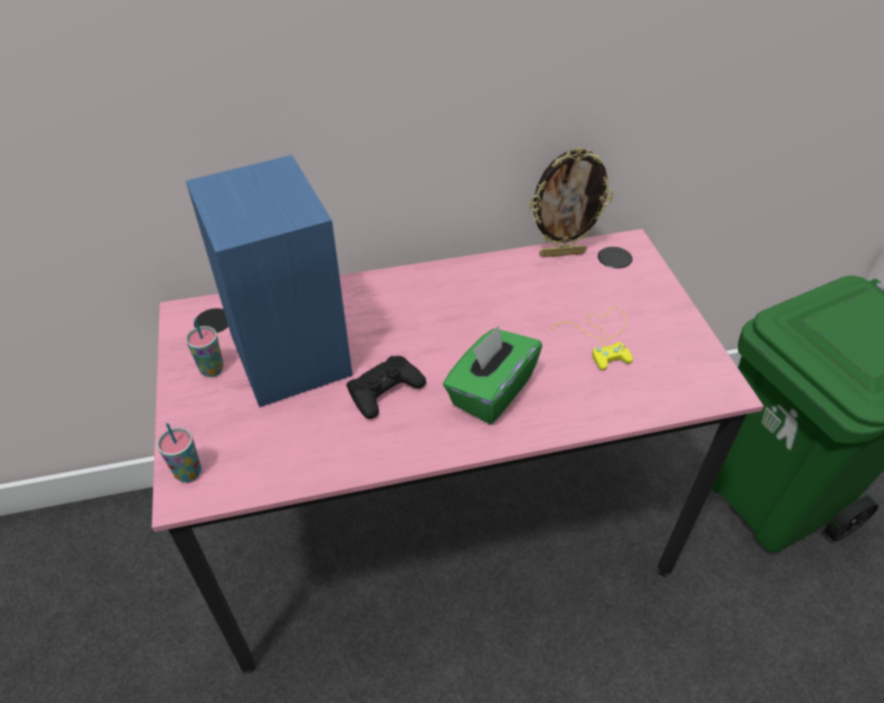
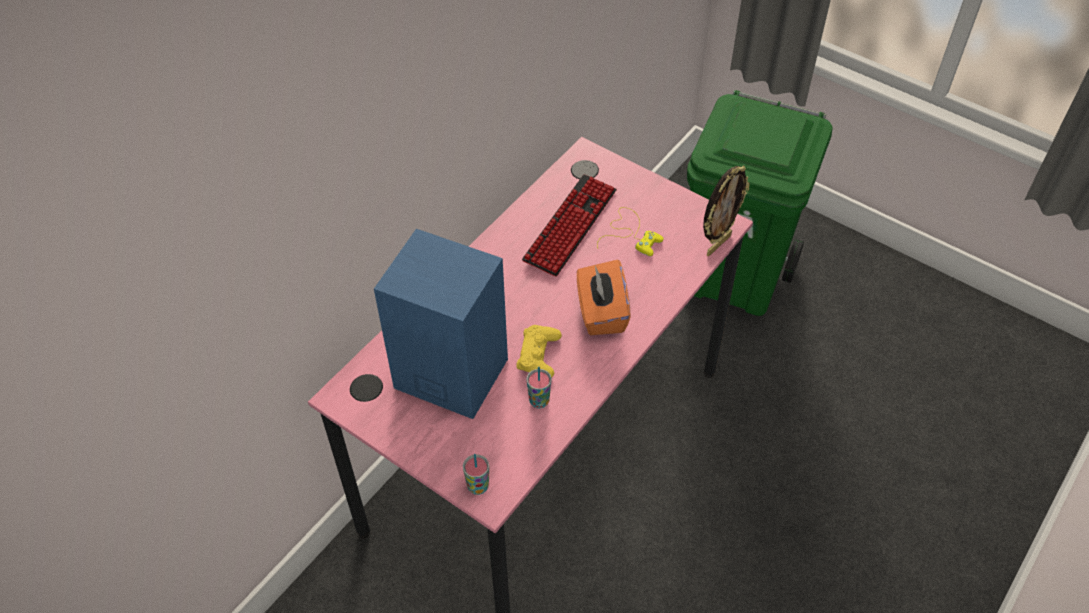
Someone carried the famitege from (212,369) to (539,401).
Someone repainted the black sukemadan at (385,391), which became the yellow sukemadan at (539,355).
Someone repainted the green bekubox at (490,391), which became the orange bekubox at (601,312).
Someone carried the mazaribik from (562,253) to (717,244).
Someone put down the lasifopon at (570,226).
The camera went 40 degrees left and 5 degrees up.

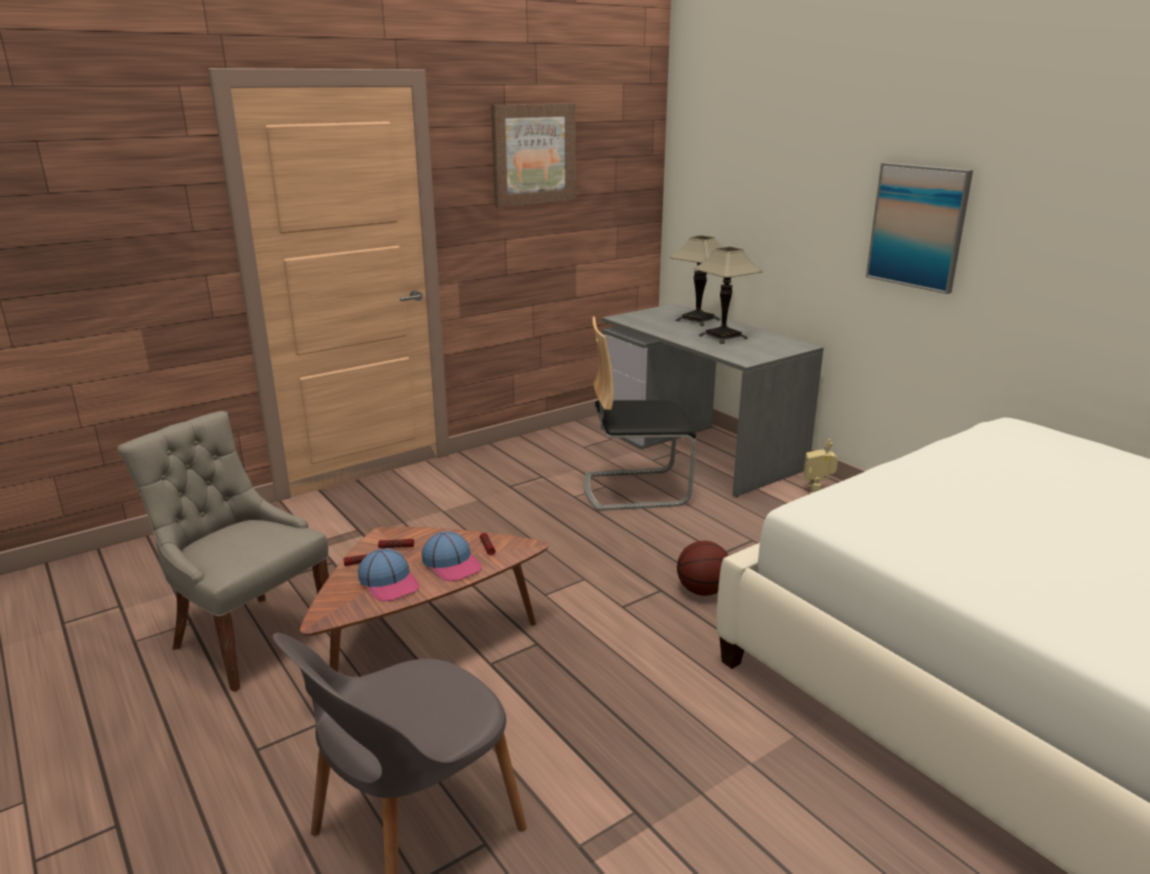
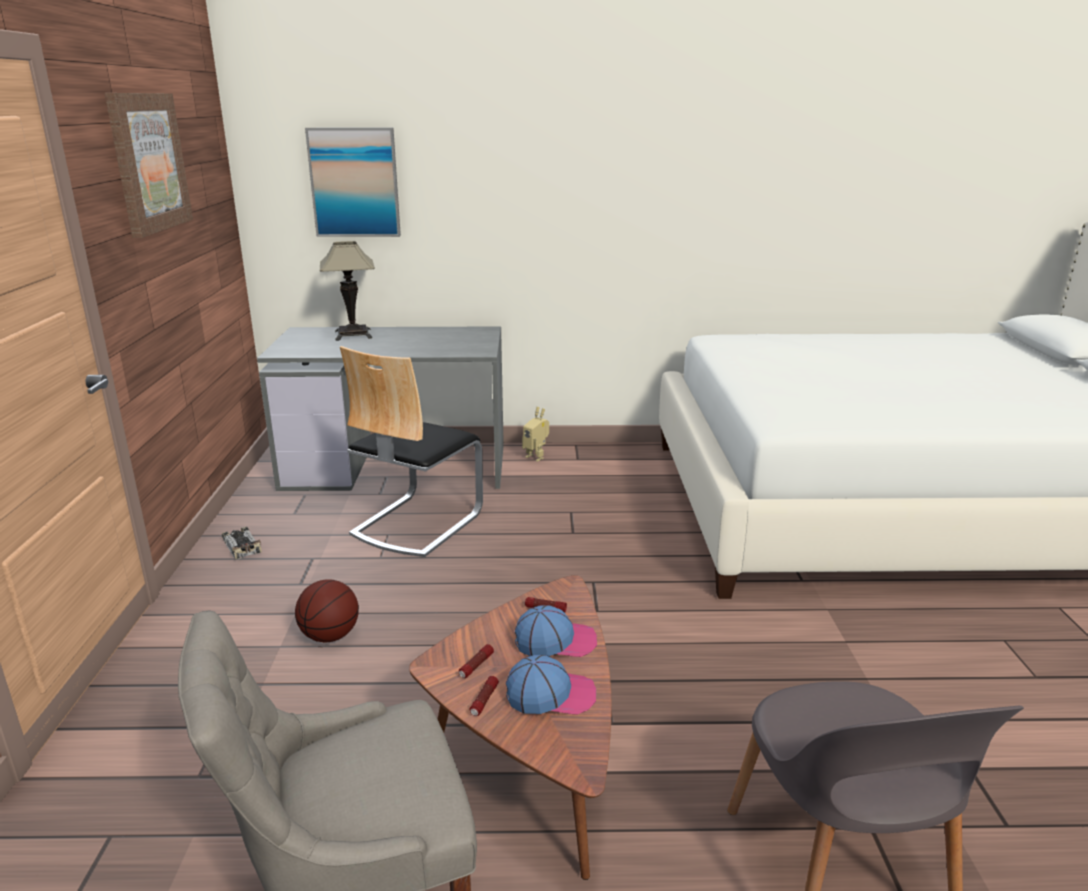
Someone carried the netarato from (702,591) to (330,636).
Someone took away the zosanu at (723,337).
Someone carried the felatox from (918,226) to (354,182).
Someone put down the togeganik at (241,546).
The camera went 55 degrees left and 0 degrees up.

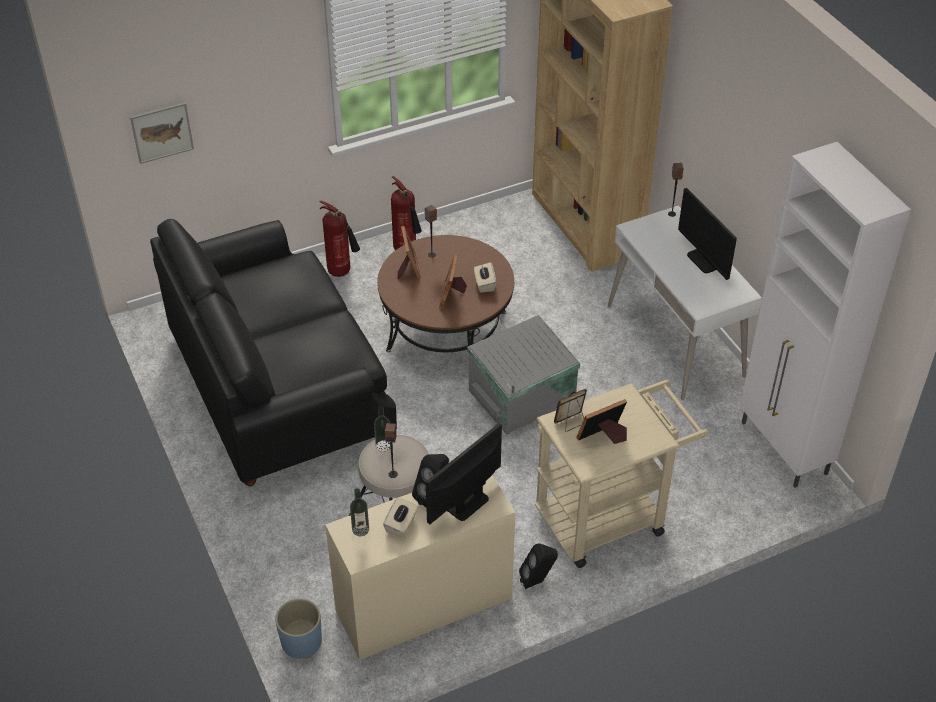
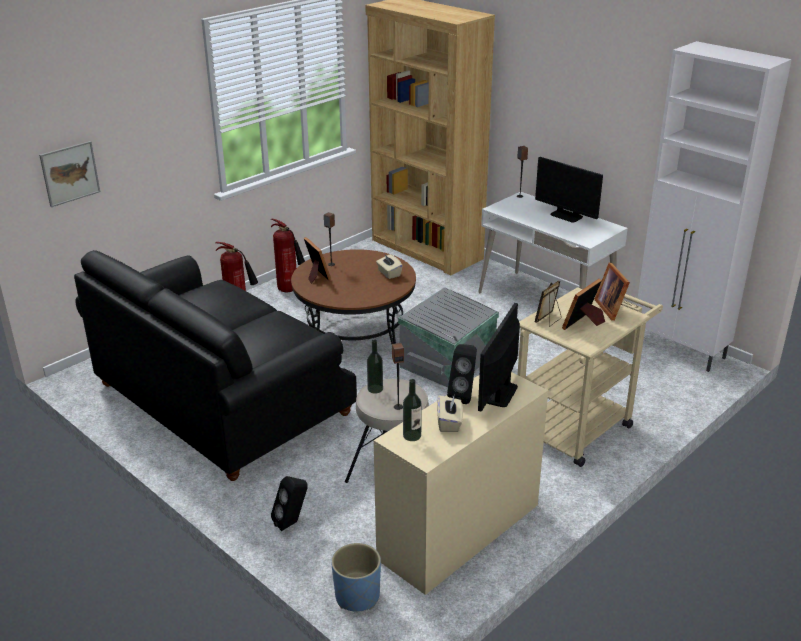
Someone carried the mazaribik from (452,295) to (611,308).
Someone carried the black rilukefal from (537,581) to (292,522).
The camera went 20 degrees left and 15 degrees down.

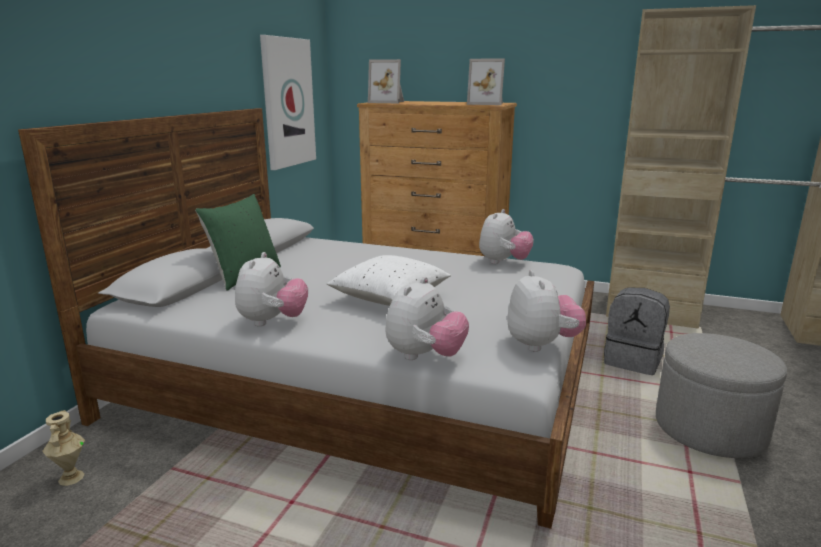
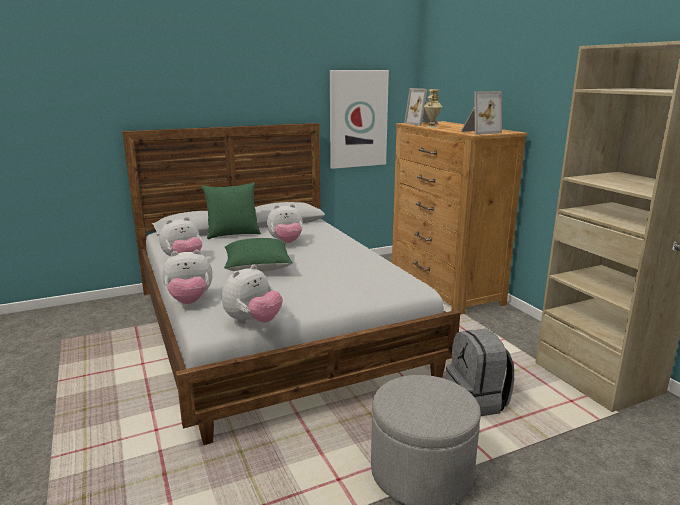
Someone carried the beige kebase from (70,477) to (431,127).
Someone repainted the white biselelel at (390,298), which became the green biselelel at (257,268).
Someone rotated the mazaribik at (487,104) by 90 degrees counterclockwise.
Someone carried the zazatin from (503,262) to (286,243).
The camera went 45 degrees right and 0 degrees up.

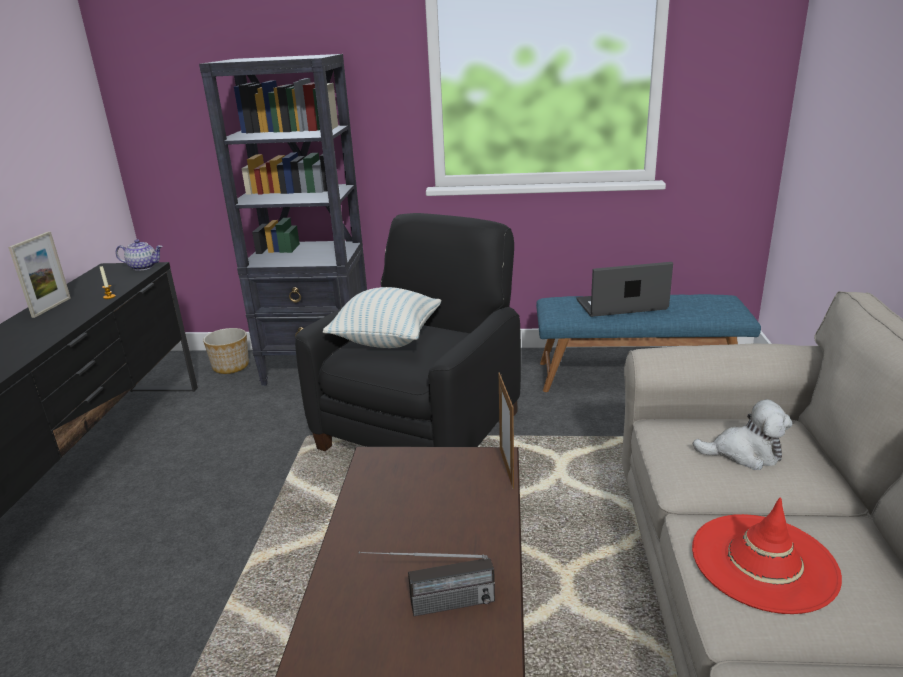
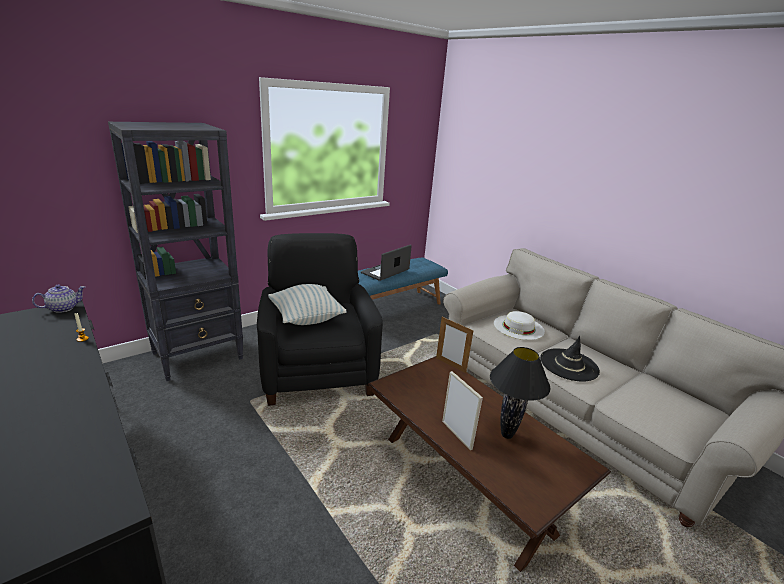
Someone carried the mazaribik from (51,307) to (456,435).
Someone took away the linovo at (231,366).
Someone swapped the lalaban at (430,607) for the black zosanu at (506,434).
Someone repainted the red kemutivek at (763,562), which became the black kemutivek at (569,365).
Someone swapped the zazatin at (744,454) for the white kemutivek at (518,327).
The camera went 45 degrees left and 0 degrees up.

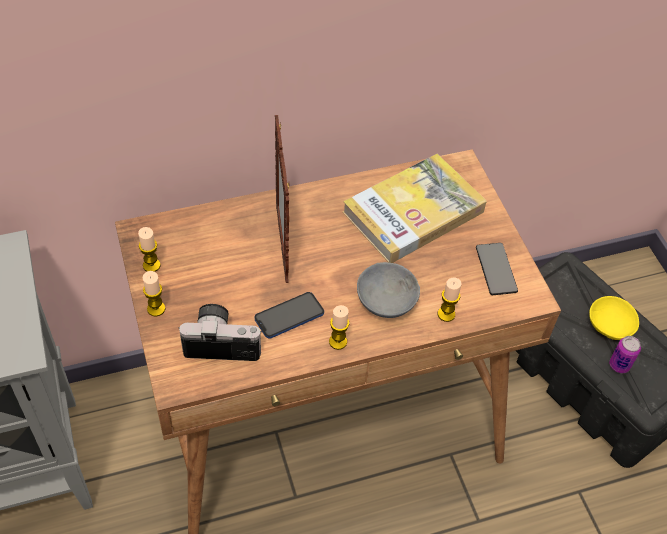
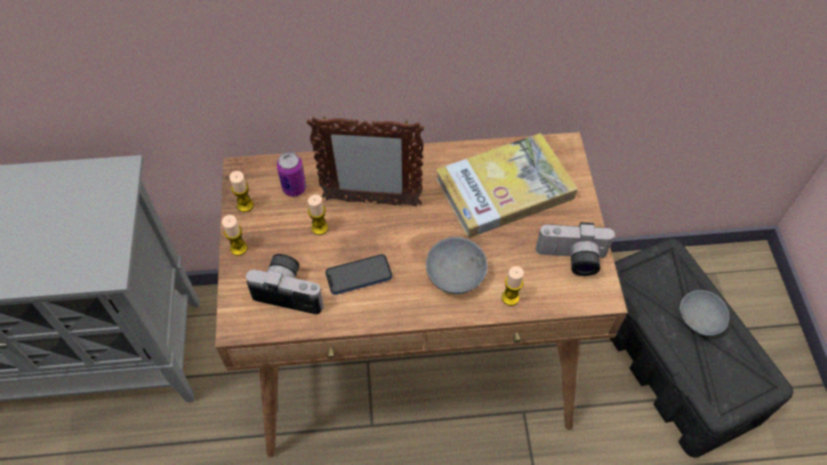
Someone rotated the mazaribik at (282,243) by 90 degrees counterclockwise.
Someone carried the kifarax from (338,341) to (319,228).
Someone swapped the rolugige at (496,269) for the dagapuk at (571,260).
Someone repainted the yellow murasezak at (611,326), which became the grey murasezak at (701,319).
Someone carried the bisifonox from (619,365) to (294,188).
The camera went 15 degrees right and 5 degrees up.

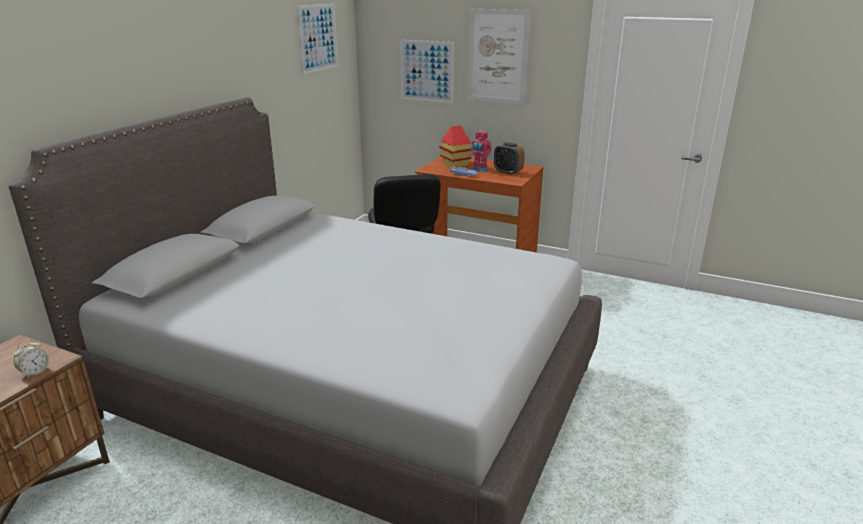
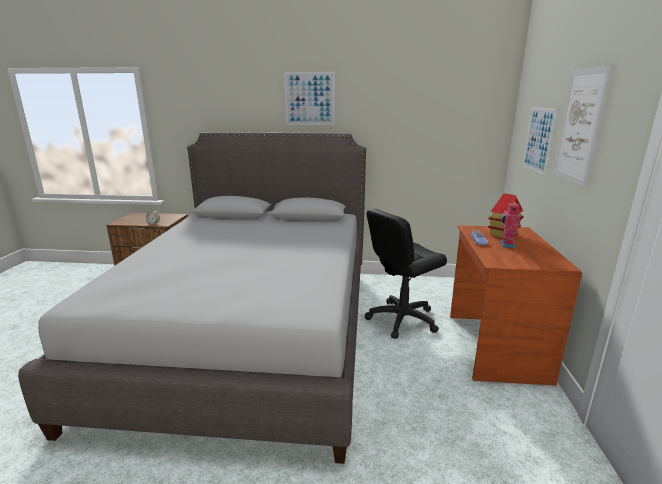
Someone carried the felatox from (318,37) to (309,98).
Someone took away the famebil at (508,172).
The camera went 70 degrees right and 5 degrees down.

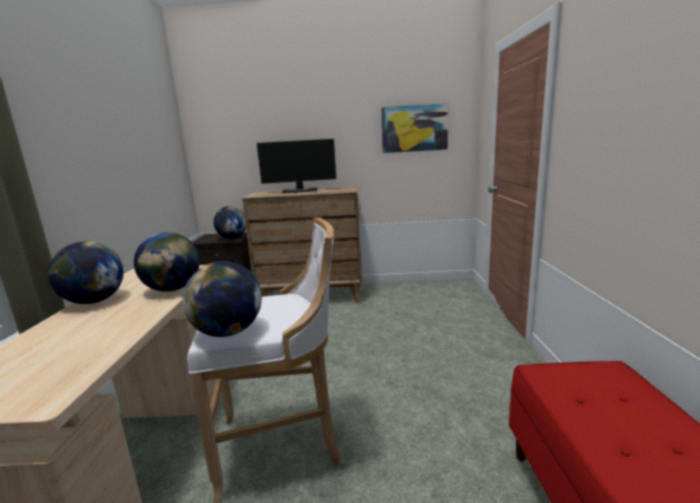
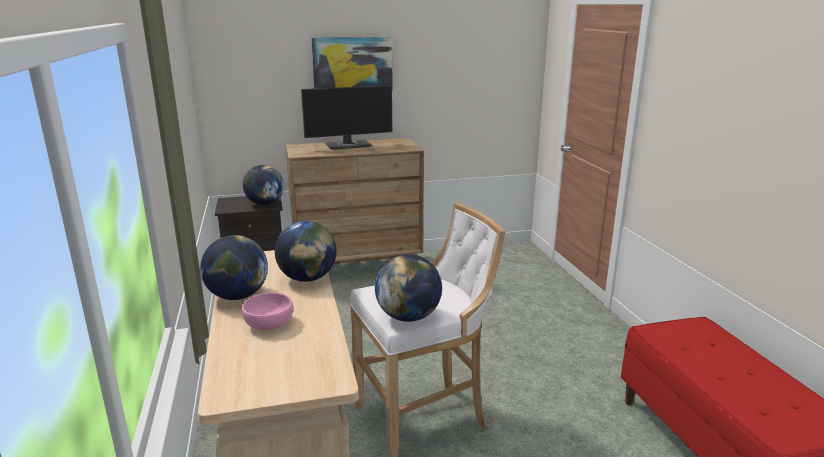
Someone carried the felatox from (414,128) to (352,64).
Someone put down the pink murasezak at (268,324).
The camera went 15 degrees left and 5 degrees up.

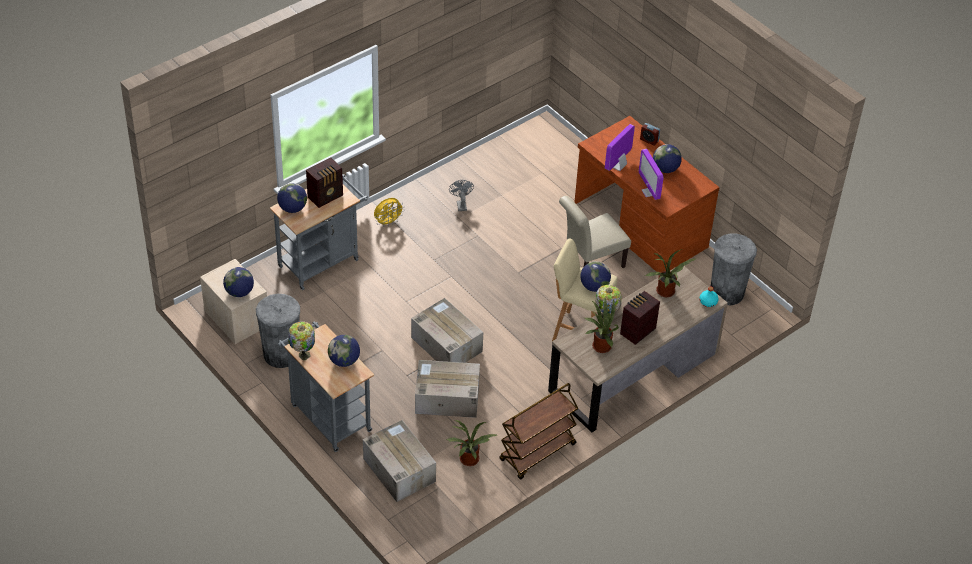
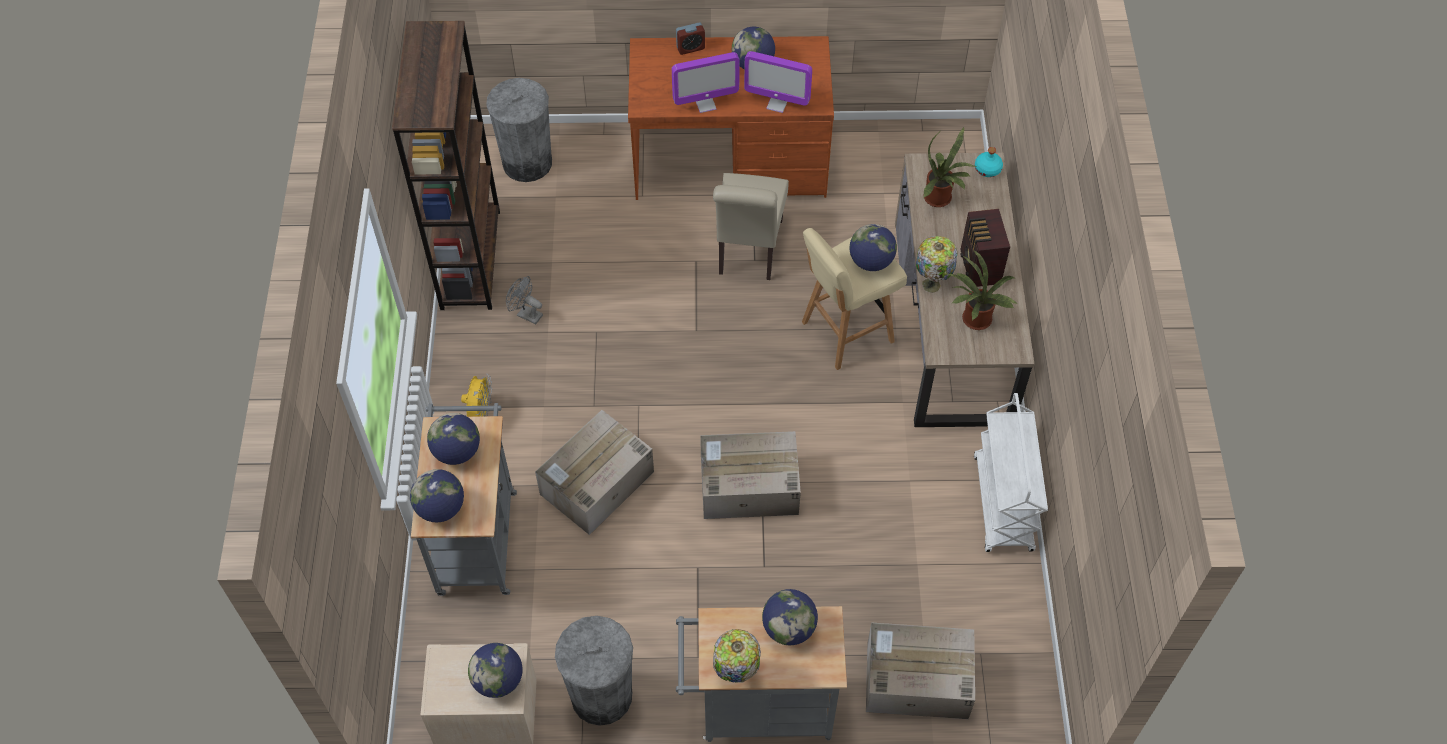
Someone swapped the lalaban at (326,196) for the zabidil at (457,452).
Someone carried the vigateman from (446,398) to (596,484).
Someone took away the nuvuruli at (469,461).
Someone repainted the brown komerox at (537,453), which became the white komerox at (1003,504).
Someone rotated the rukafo at (618,166) by 90 degrees counterclockwise.
Someone carried the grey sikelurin from (727,292) to (527,162).
Someone put down the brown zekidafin at (470,259).
The camera went 50 degrees left and 10 degrees up.

